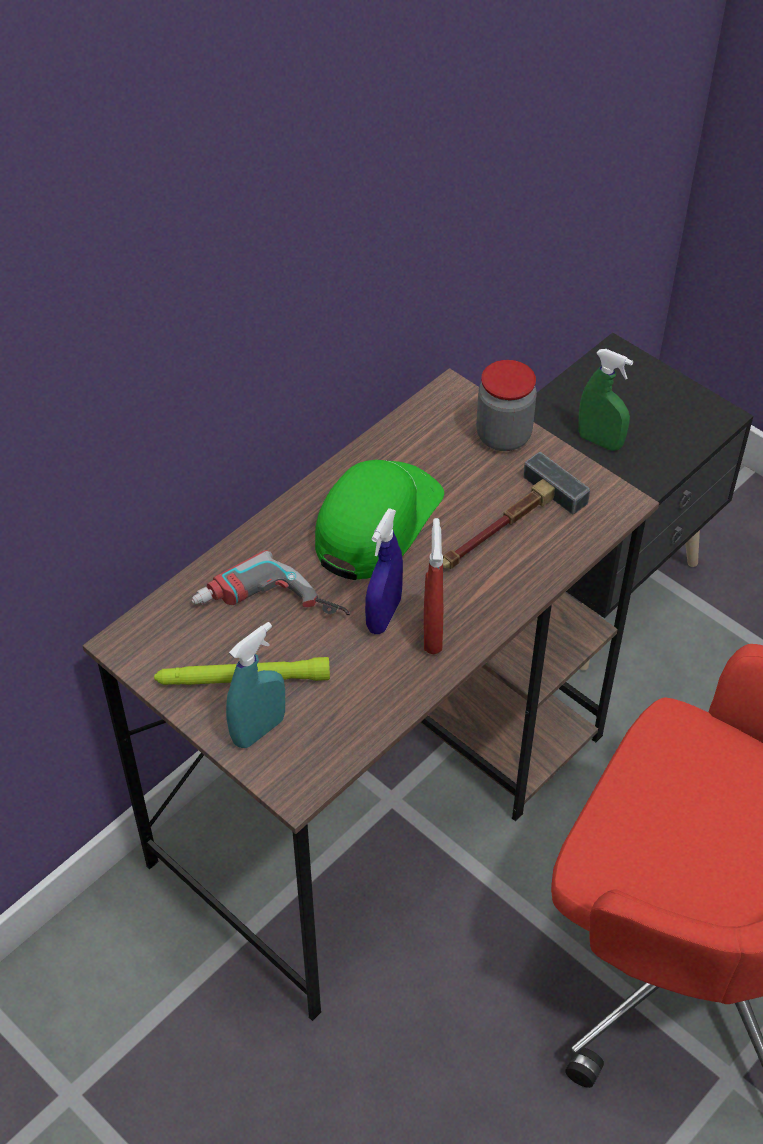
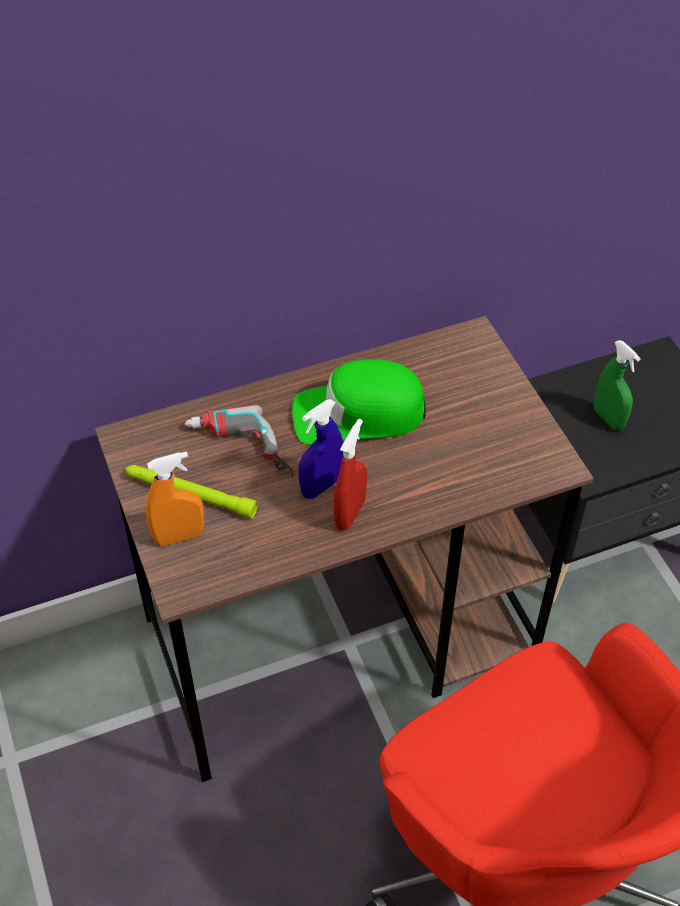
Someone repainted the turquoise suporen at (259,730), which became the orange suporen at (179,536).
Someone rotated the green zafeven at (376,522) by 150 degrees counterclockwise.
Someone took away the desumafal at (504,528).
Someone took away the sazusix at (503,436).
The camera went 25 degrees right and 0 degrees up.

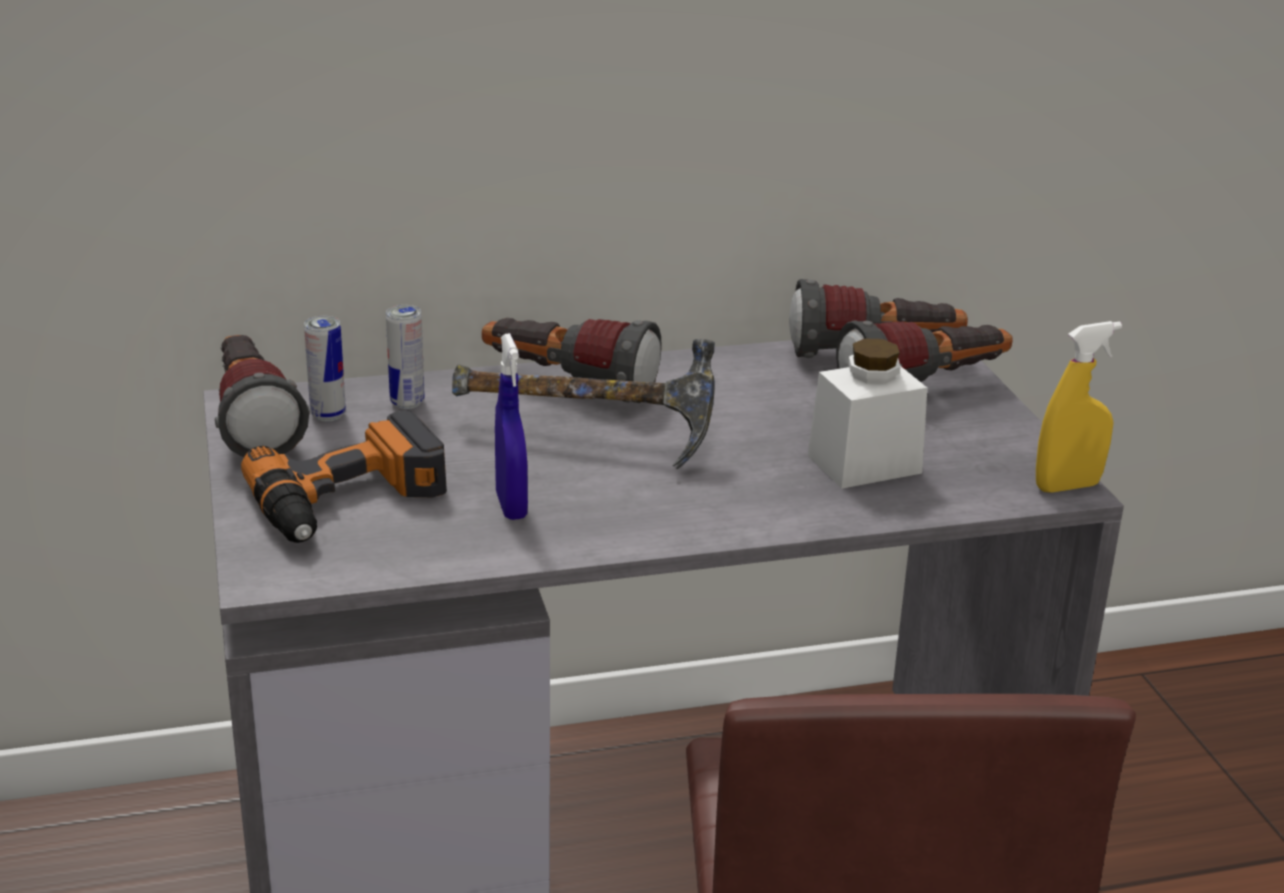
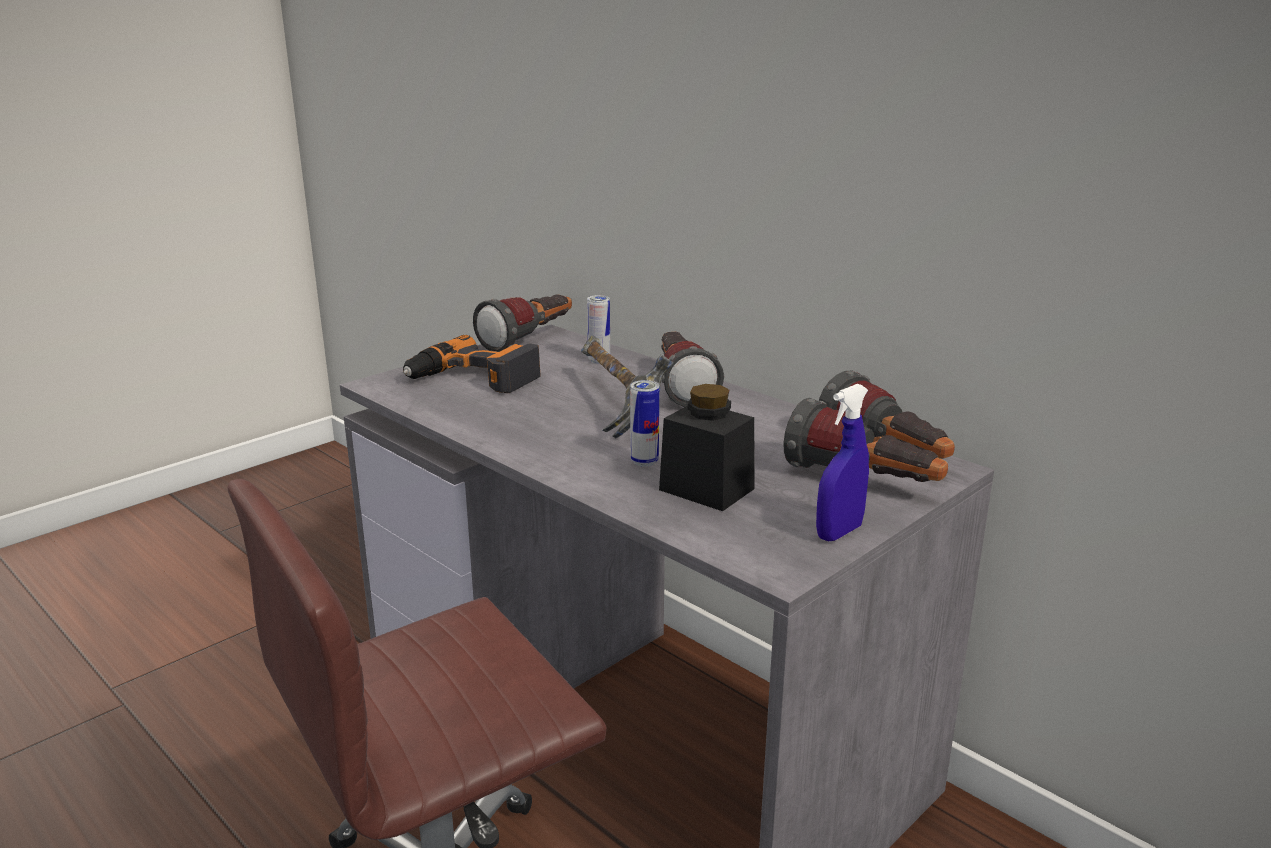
Someone carried the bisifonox from (328,415) to (644,462).
Someone carried the blue suporen from (511,506) to (839,532).
Someone repainted the white sazusix at (864,464), which became the black sazusix at (706,489).
Someone took away the yellow suporen at (1067,486).
The camera went 60 degrees right and 5 degrees down.

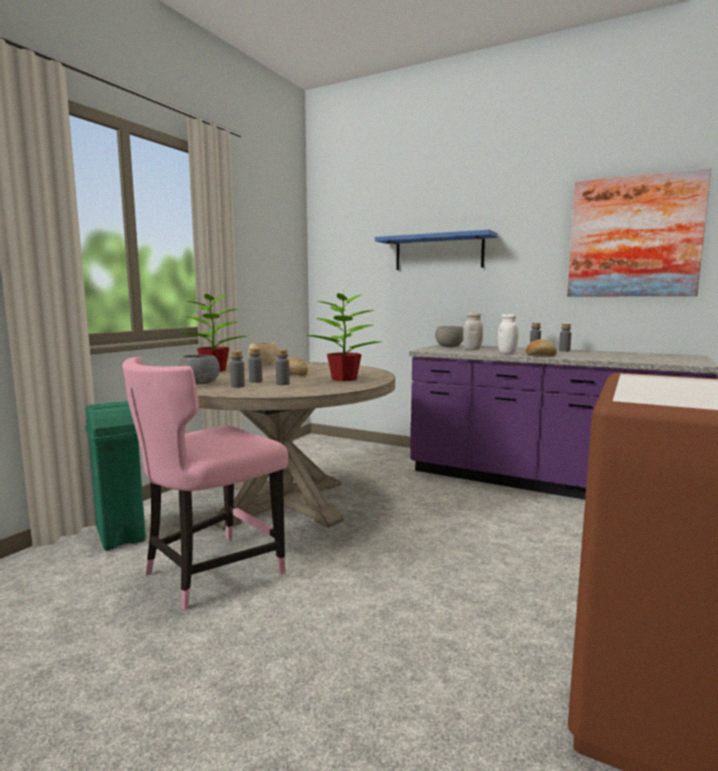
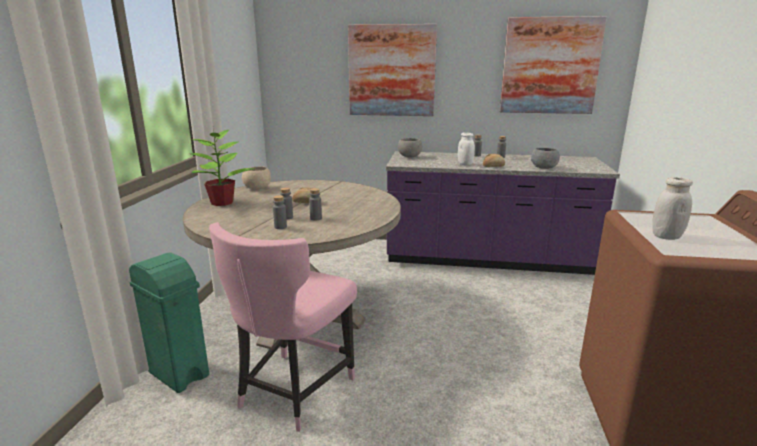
Someone carried the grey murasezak from (201,383) to (544,168).
Someone took away the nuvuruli at (345,379).
Someone swapped the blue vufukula at (438,252) for the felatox at (391,71).
Someone carried the white sazusix from (472,349) to (666,236).
The camera went 20 degrees left and 10 degrees up.

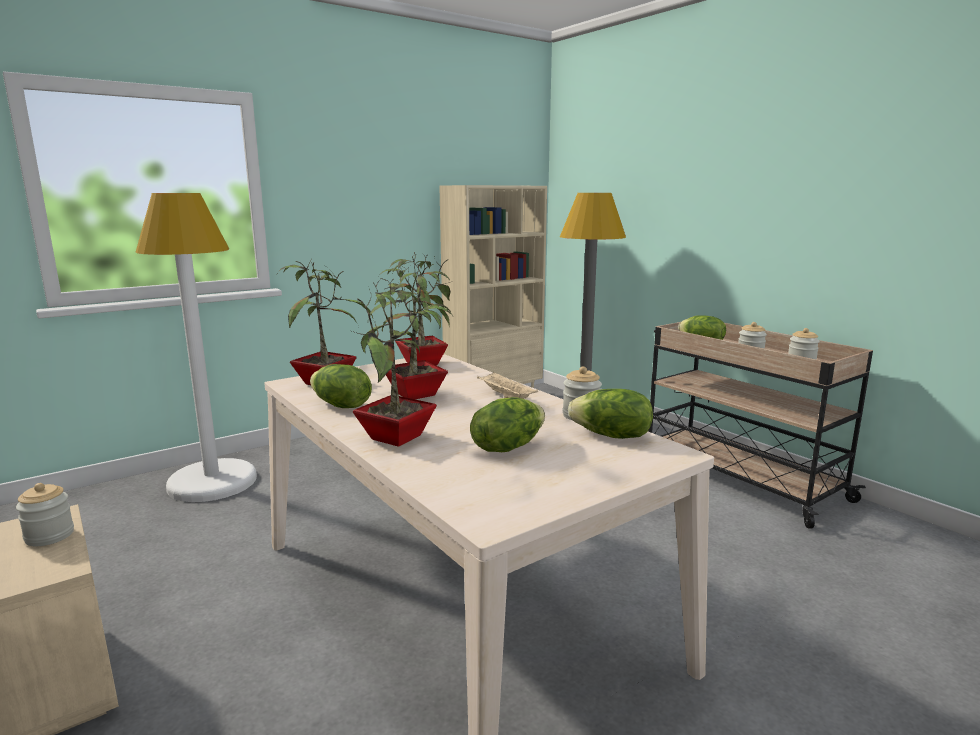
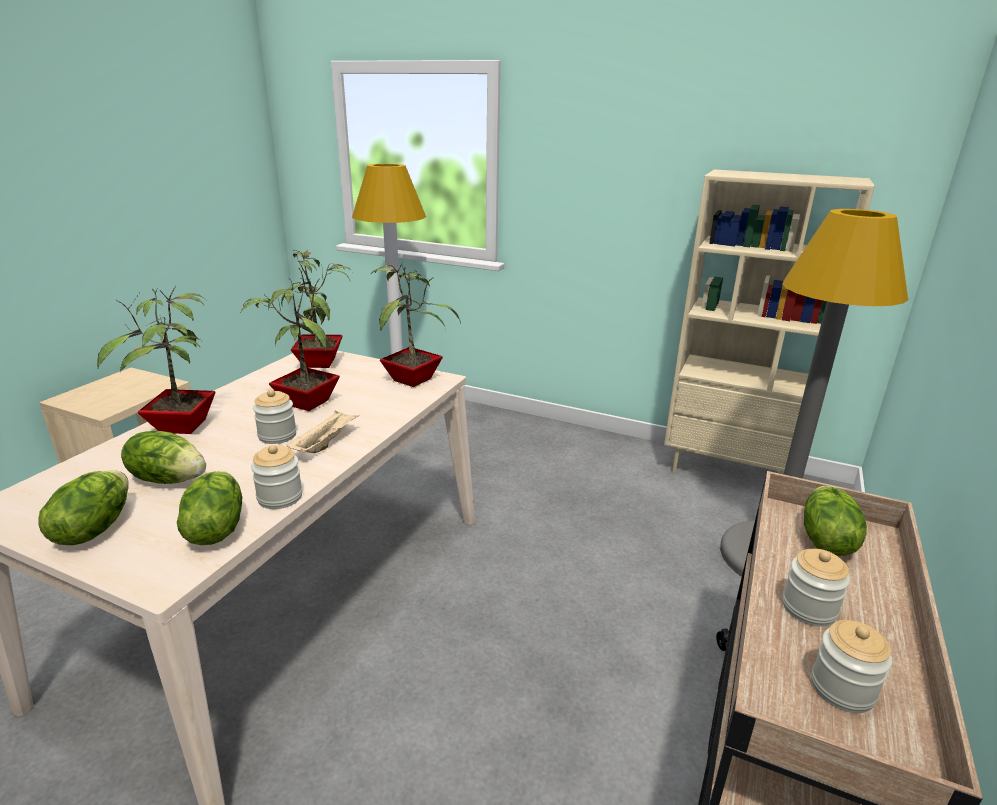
Someone carried the sazusix from (49,536) to (277,435).
Someone carried the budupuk from (341,405) to (94,528).
The camera went 60 degrees right and 10 degrees up.

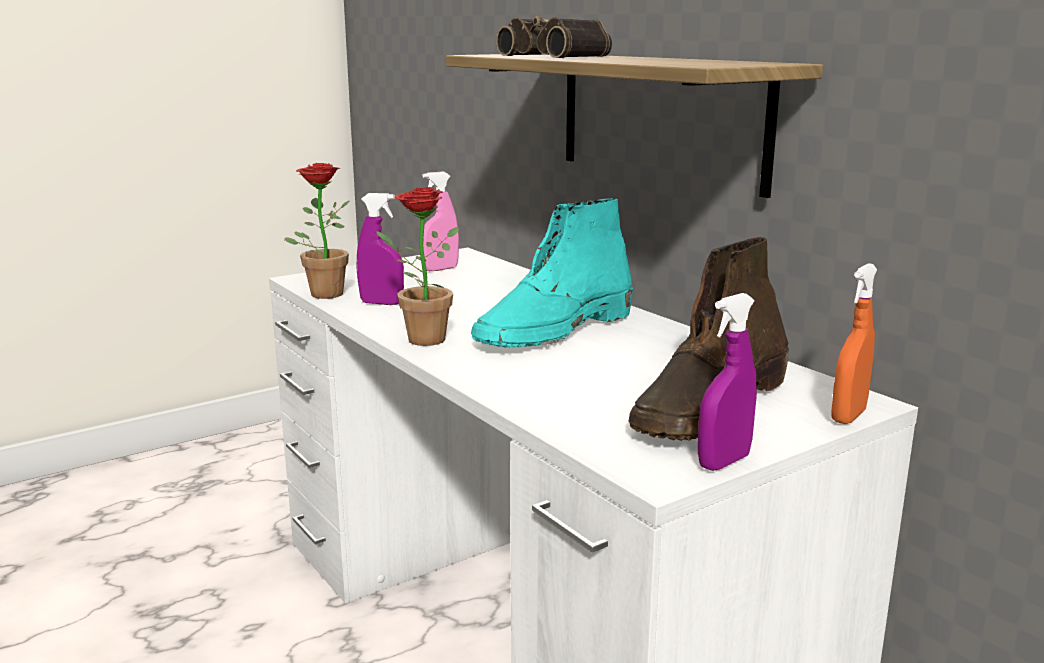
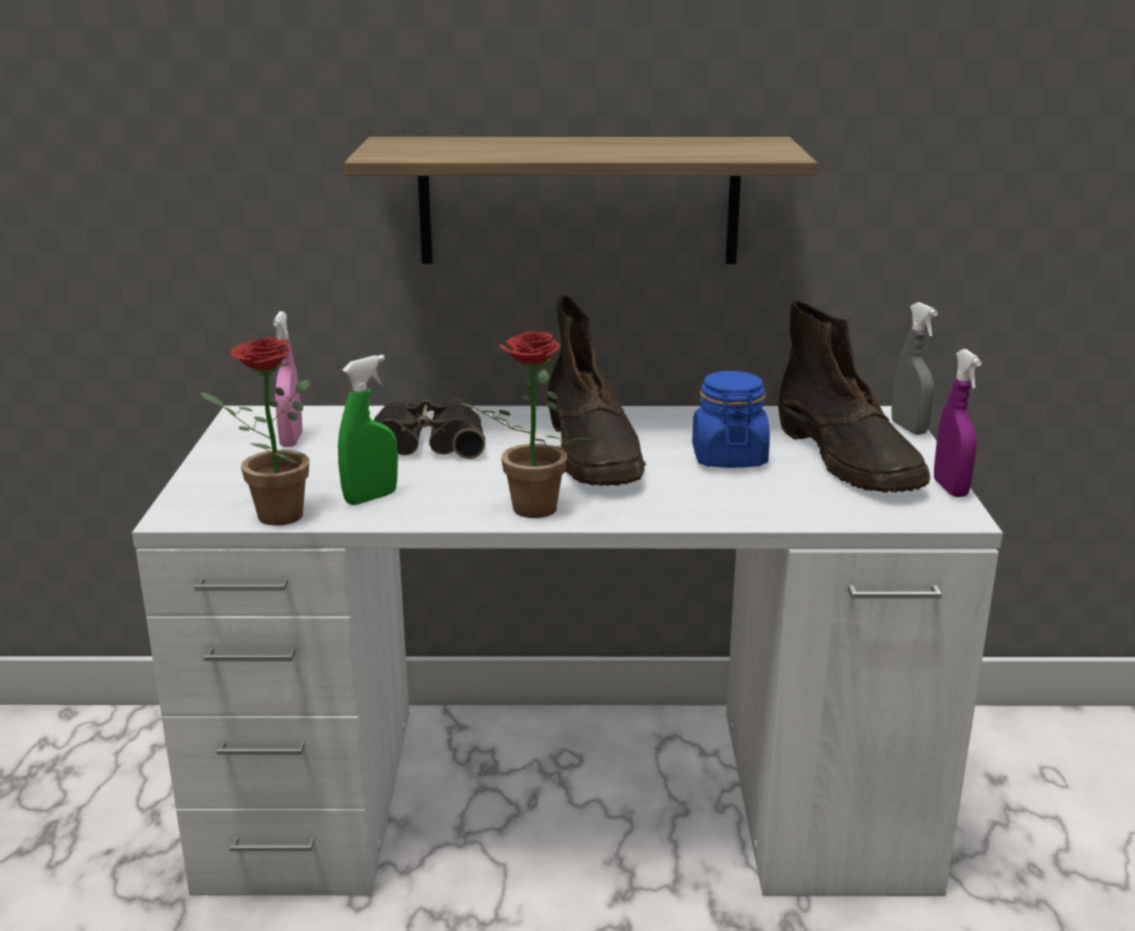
Someone repainted the purple suporen at (381,303), which became the green suporen at (371,498).
Someone repainted the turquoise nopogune at (554,331), which became the brown nopogune at (594,453).
Someone carried the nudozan from (560,56) to (427,443).
Someone repainted the orange suporen at (848,416), which became the grey suporen at (909,428).
Someone put down the blue sazusix at (728,457).
The camera went 55 degrees left and 5 degrees up.

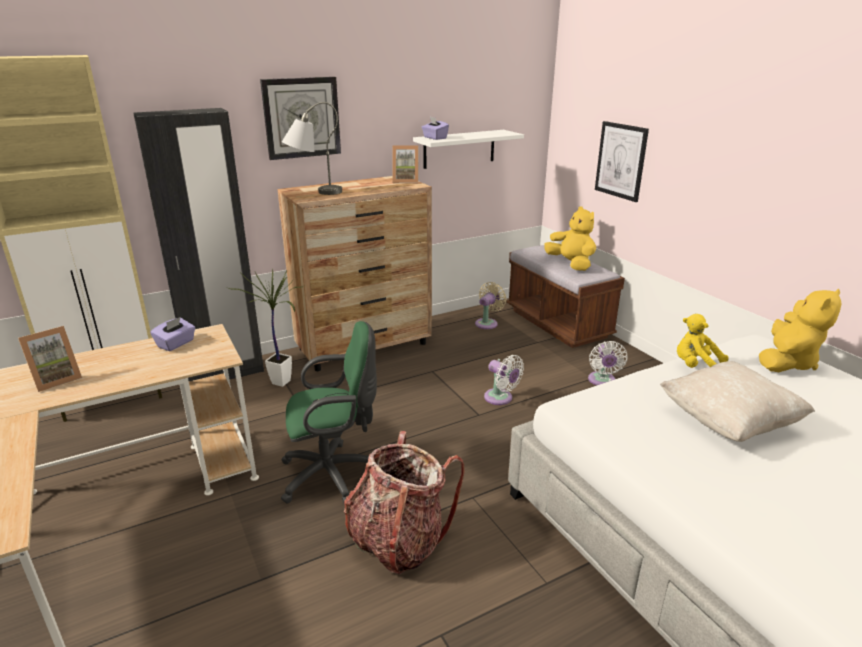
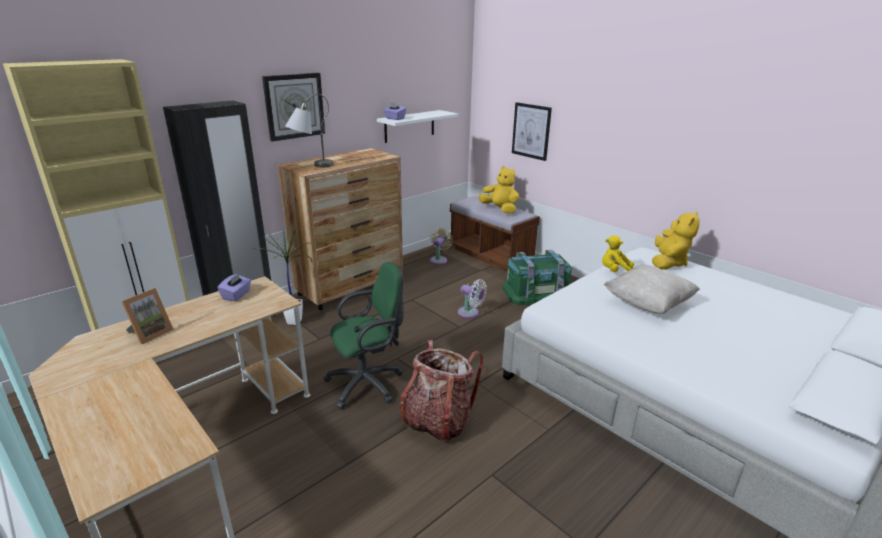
Someone took away the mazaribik at (405,181).
Someone swapped the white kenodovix at (602,381) for the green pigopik at (536,292).
The camera went 15 degrees left and 0 degrees up.

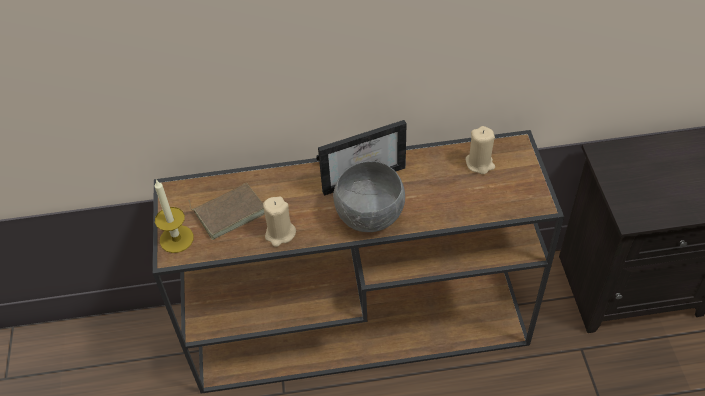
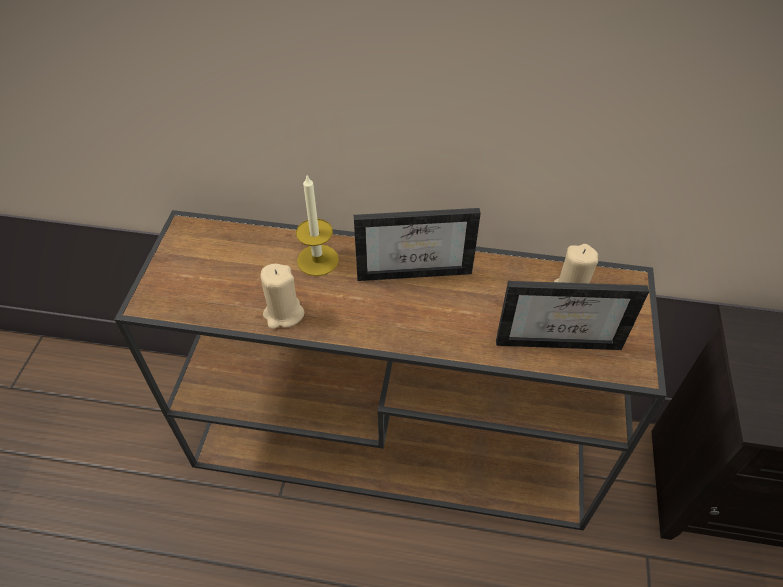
Someone carried the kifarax from (176,239) to (317,260).
Someone took away the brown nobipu at (229,211).
Someone took away the grey murasezak at (371,217).
Someone put down the mazaribik at (559,334).
The camera went 15 degrees right and 0 degrees up.

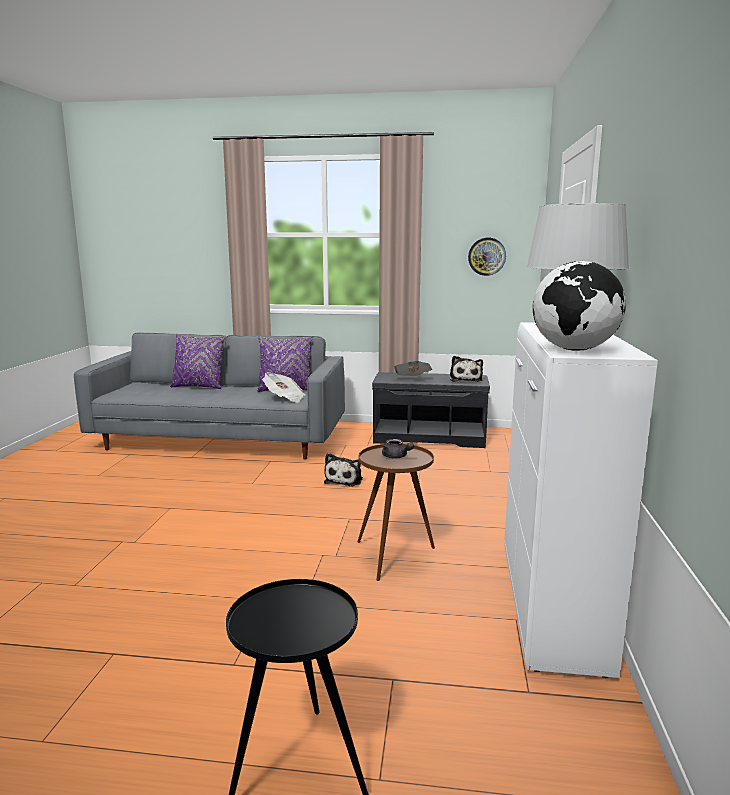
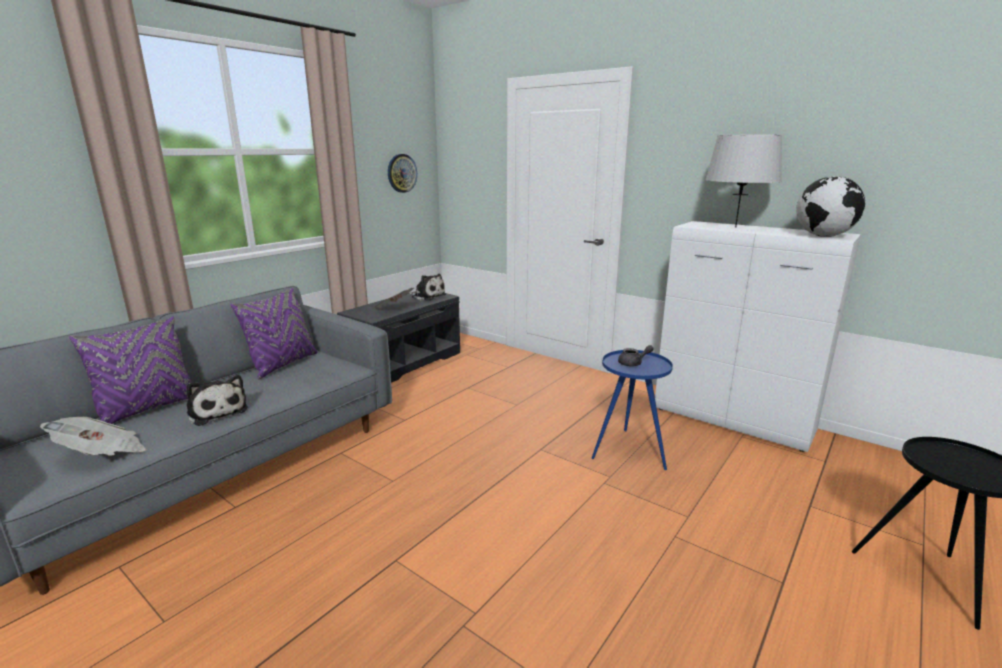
Someone carried the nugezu from (284,398) to (103,454).
Someone carried the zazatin from (345,480) to (217,411).
Someone repainted the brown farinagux at (394,556), which became the blue farinagux at (629,450).
The camera went 60 degrees left and 5 degrees up.

